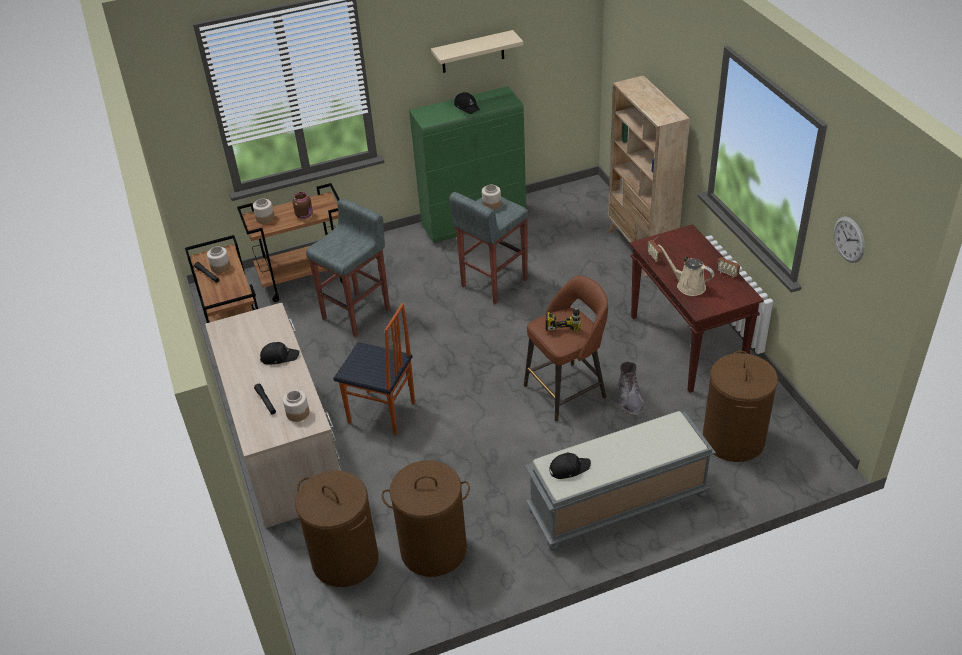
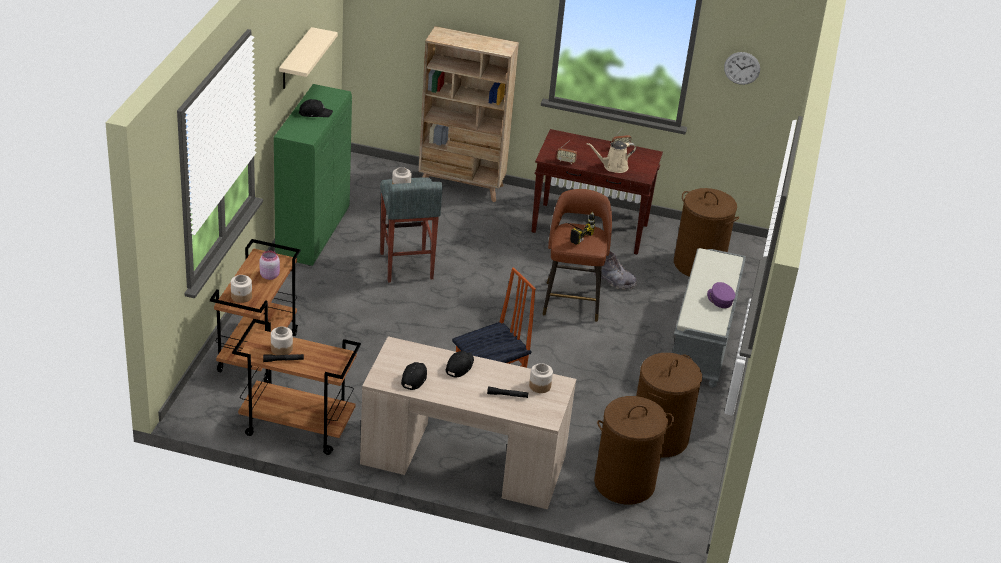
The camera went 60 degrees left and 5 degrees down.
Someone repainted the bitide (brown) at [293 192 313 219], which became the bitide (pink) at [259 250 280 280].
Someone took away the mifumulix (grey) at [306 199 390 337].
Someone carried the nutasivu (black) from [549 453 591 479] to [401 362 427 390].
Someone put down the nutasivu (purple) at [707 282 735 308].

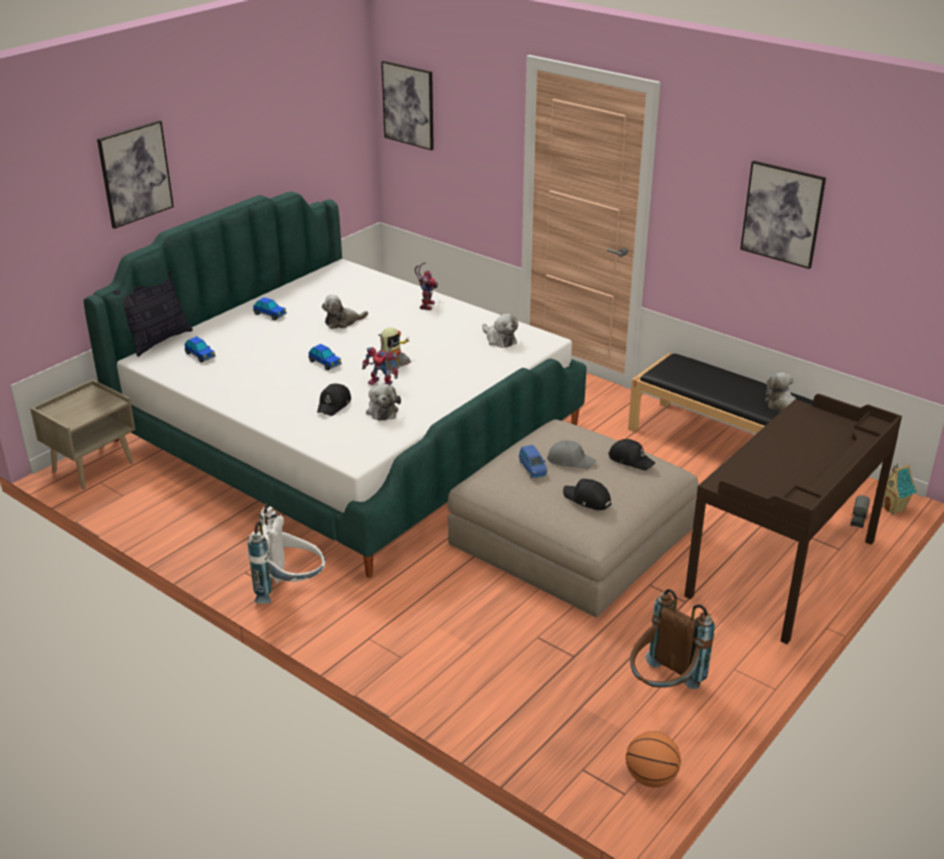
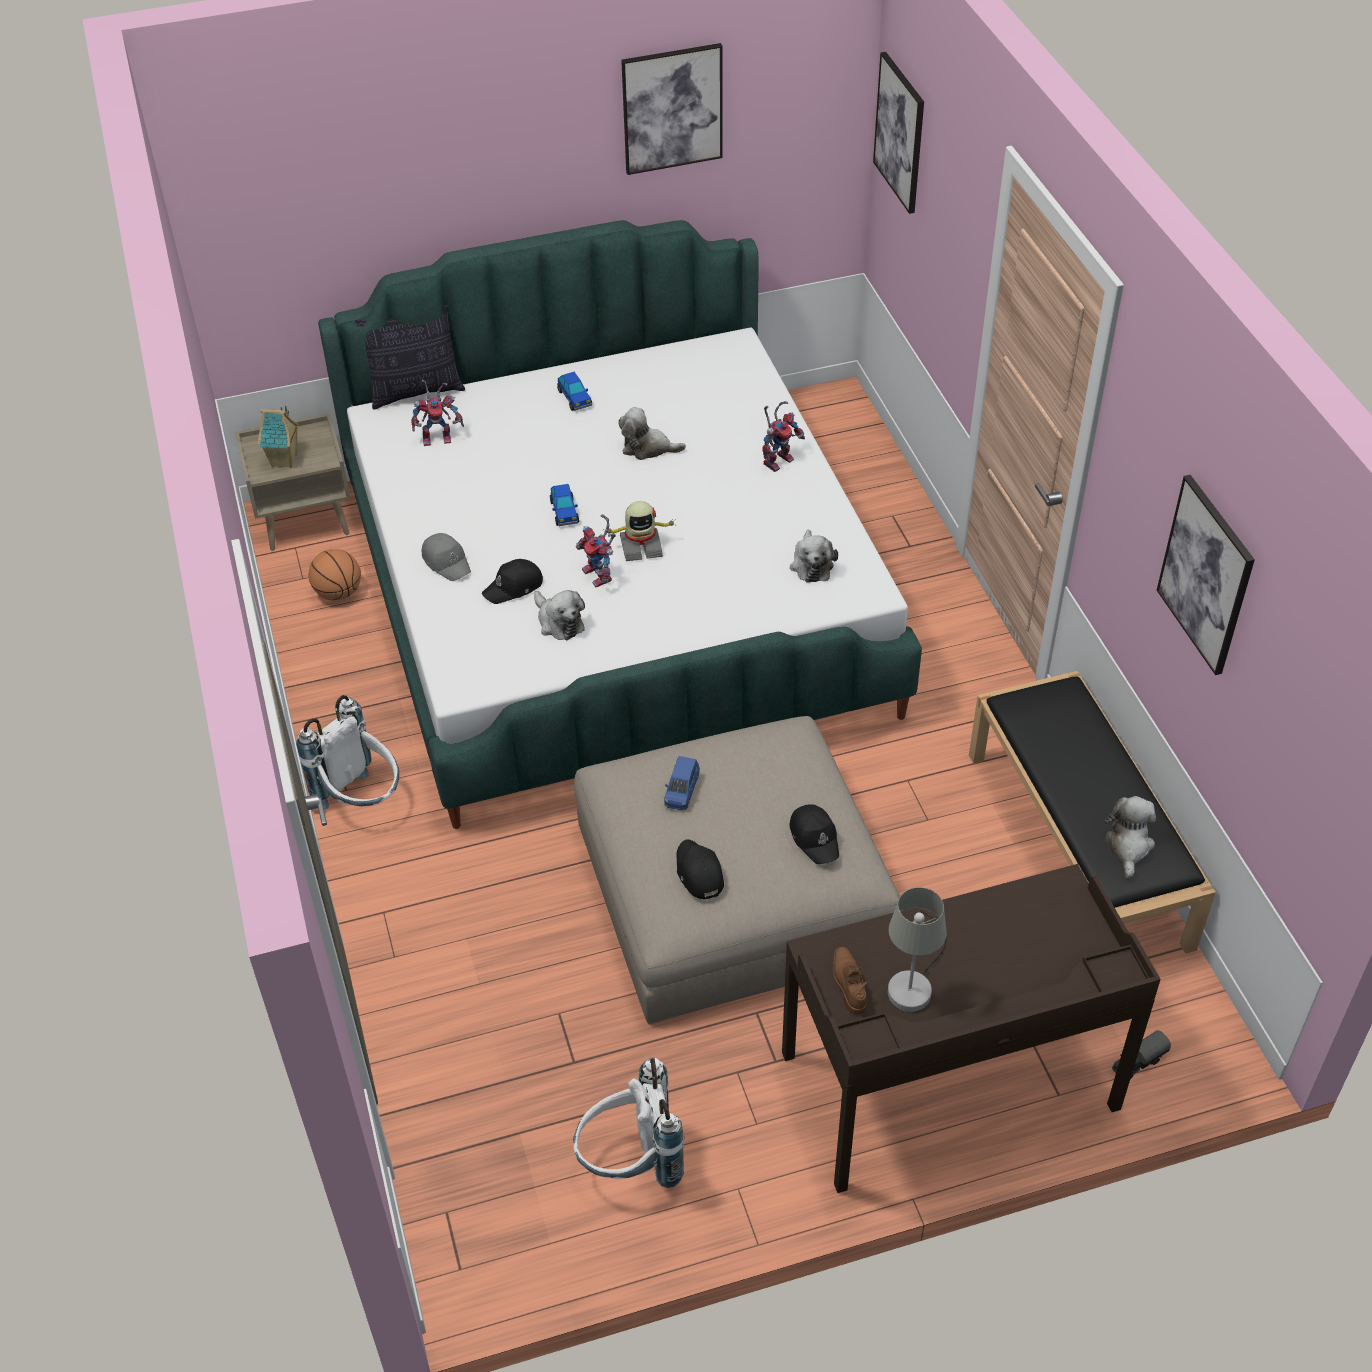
The camera went 35 degrees right and 15 degrees up.
Someone carried the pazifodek from [97 120 174 229] to [621 43 722 175].
Someone swapped the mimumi at [185 336 216 363] for the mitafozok at [411 380 464 446].
Someone rotated the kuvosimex at [366 384 401 421] by 60 degrees counterclockwise.
Someone carried the nutasivu (grey) from [547 440 596 469] to [422 533 471 581].
Someone carried the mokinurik from [626 731 681 787] to [309 549 361 601].
Someone repainted the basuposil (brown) at [630 589 715 689], which became the basuposil (white) at [573 1057 684 1188].
Someone carried the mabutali from [882 463 917 515] to [258 406 299 468].
Someone put down the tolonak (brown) at [833 947 867 1014].
Someone put down the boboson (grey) at [888 887 947 1012].

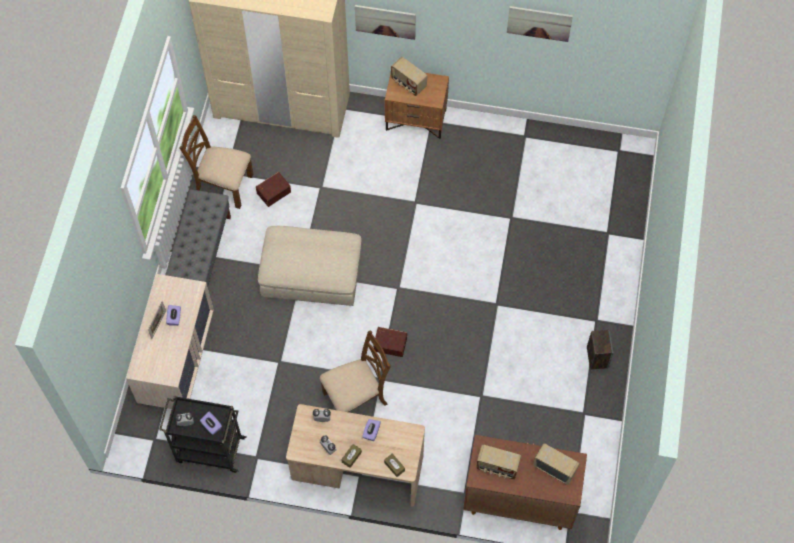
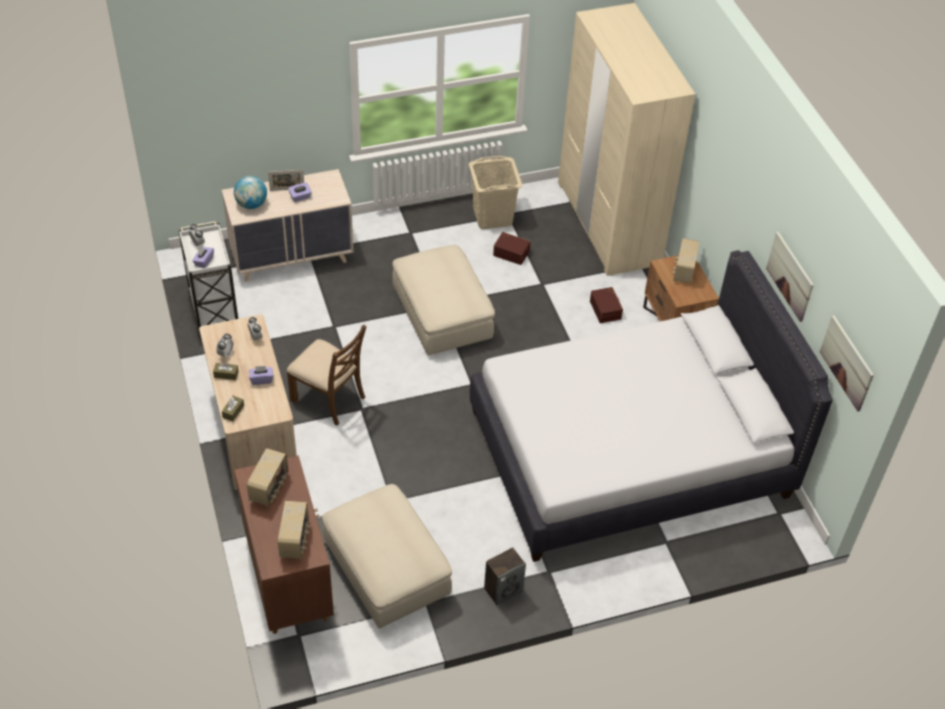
The camera went 60 degrees right and 15 degrees down.
Someone repainted the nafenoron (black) at [159 396 247 473], which became the nafenoron (white) at [178 221 238 339].
Someone took away the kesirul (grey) at [165 189 231 287].
Someone swapped the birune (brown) at [179 115 254 209] for the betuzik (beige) at [469 156 522 229].
Someone carried the pazifodek from [355 5 416 40] to [820 315 874 412].
Someone carried the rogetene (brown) from [373 327 407 357] to [590 287 623 323].
Someone rotated the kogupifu at [476 445 521 479] by 150 degrees counterclockwise.
Someone put down the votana at [234 176 267 209].
Someone put down the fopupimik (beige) at [322 484 452 628].
Someone put down the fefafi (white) at [470 250 833 562].

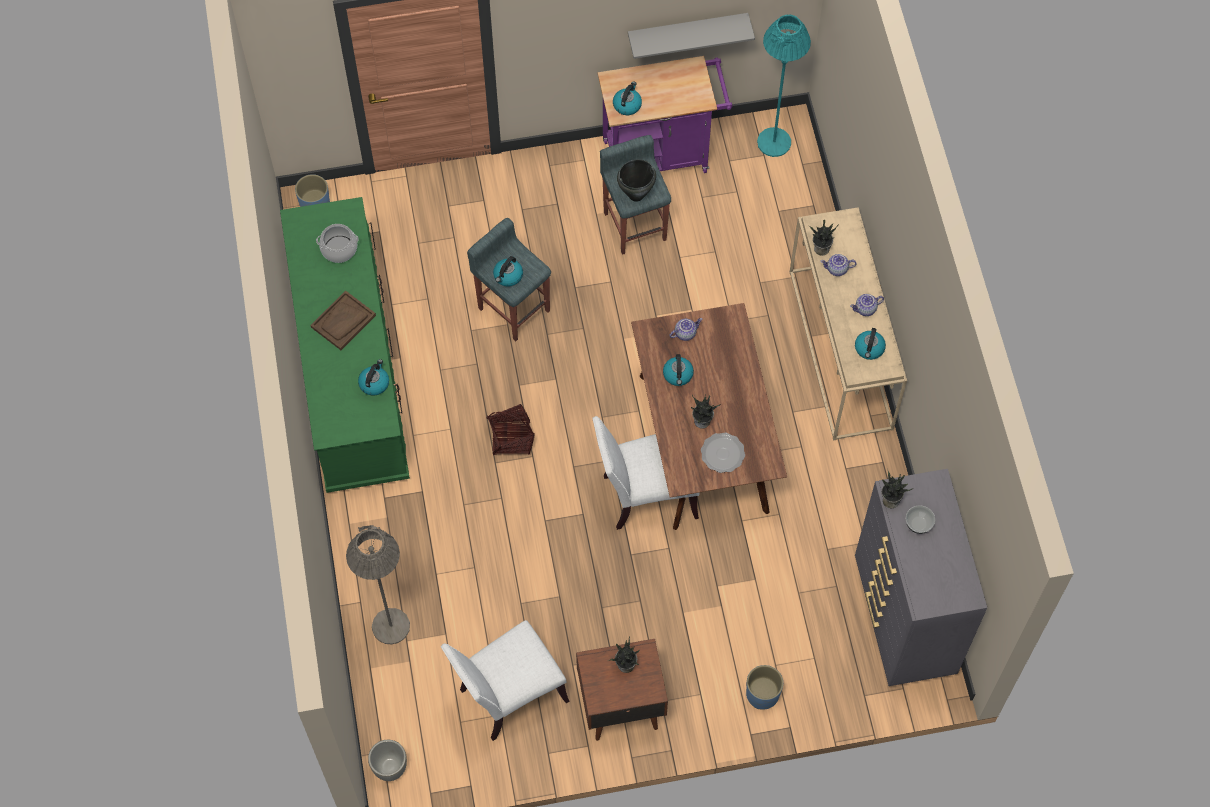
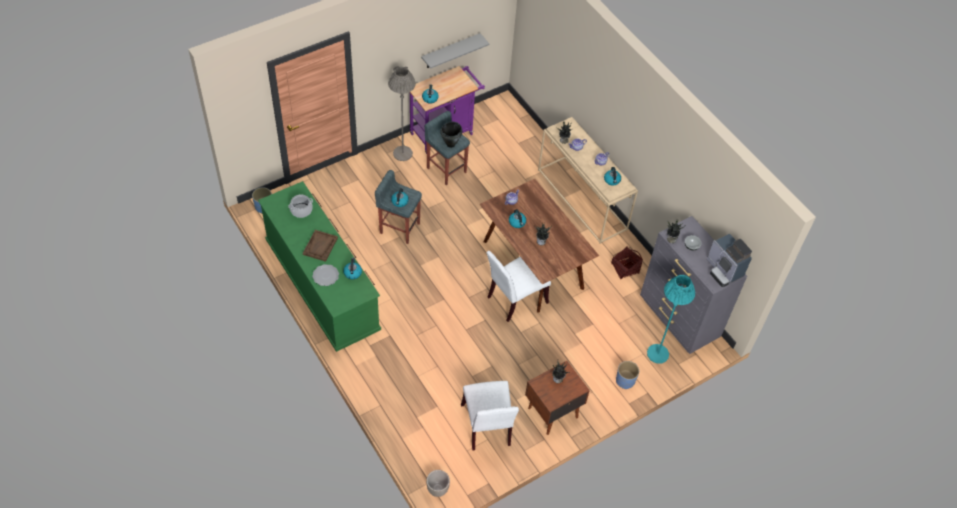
The camera went 25 degrees left and 10 degrees down.
Someone carried the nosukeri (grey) from [346 525 410 644] to [388 66 416 161].
Someone rotated the birune (white) at [441 620 570 741] by 45 degrees counterclockwise.
Someone carried the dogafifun from [486 404 534 455] to [611 247 643 279].
Someone carried the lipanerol from [701 433 745 473] to [312 264 339 286].
Someone carried the nosukeri (turquoise) from [757 15 811 157] to [647 275 695 364].
Someone put down the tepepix at [707 233 752 287].

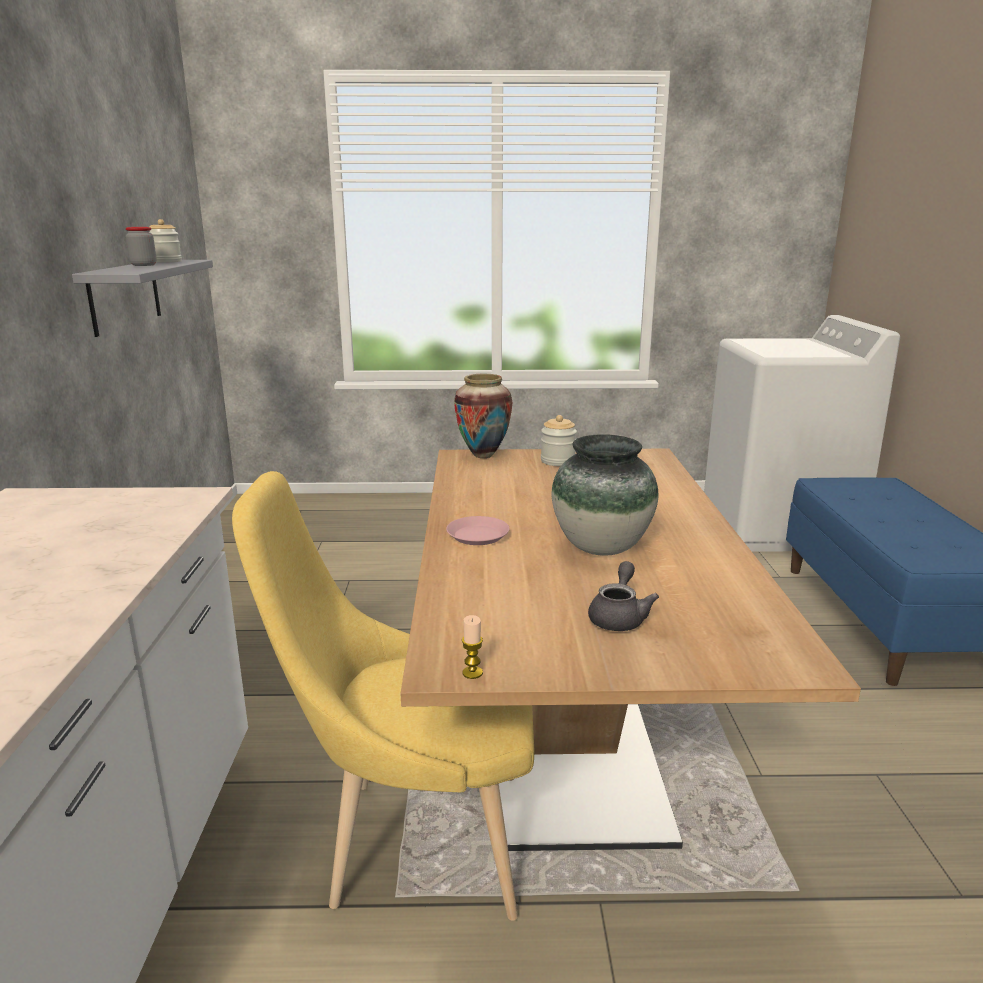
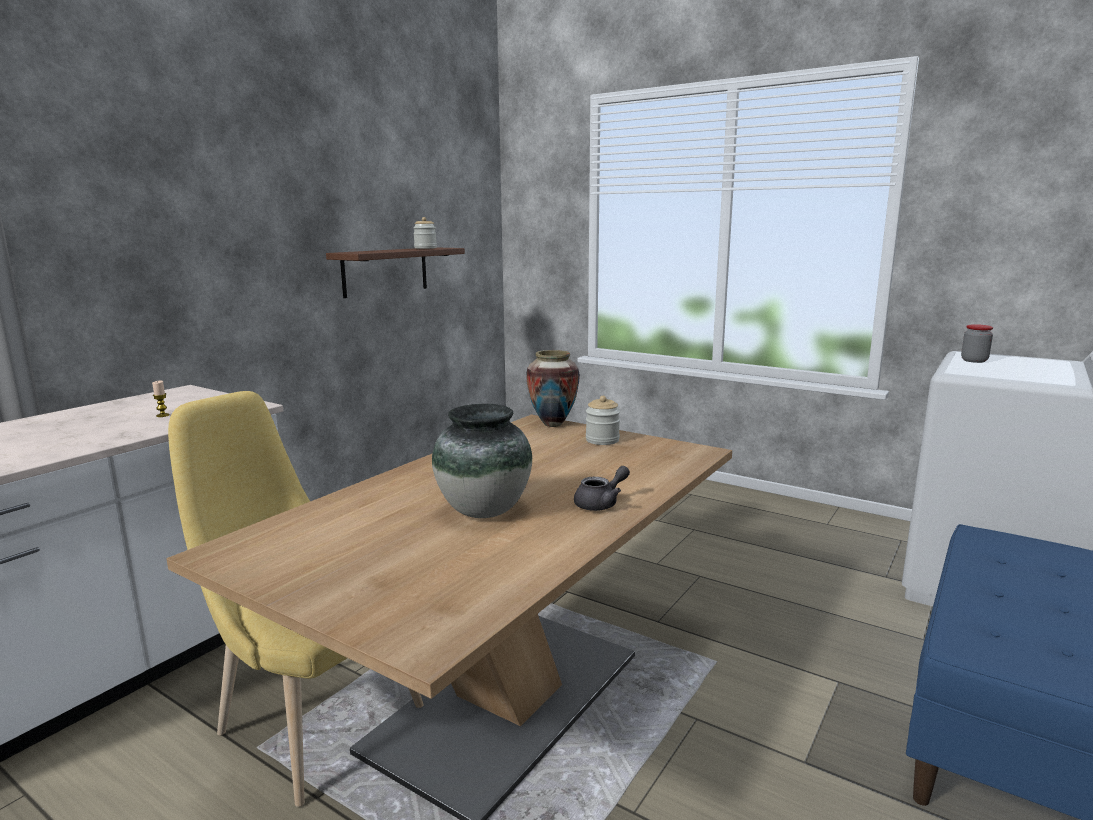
The camera went 35 degrees right and 5 degrees down.
Someone repainted the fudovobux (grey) at [72 260 213 337], which became the fudovobux (brown) at [326 247 465 298].
Someone carried the bitide from [126 227 156 266] to [961 324 993 363].
Someone took away the lipanerol (pink) at [446 516 510 545].
Someone carried the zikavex from [462 615 483 679] to [152 381 170 417].
Someone carried the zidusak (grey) from [588 561 659 631] to [574 466 630 511].

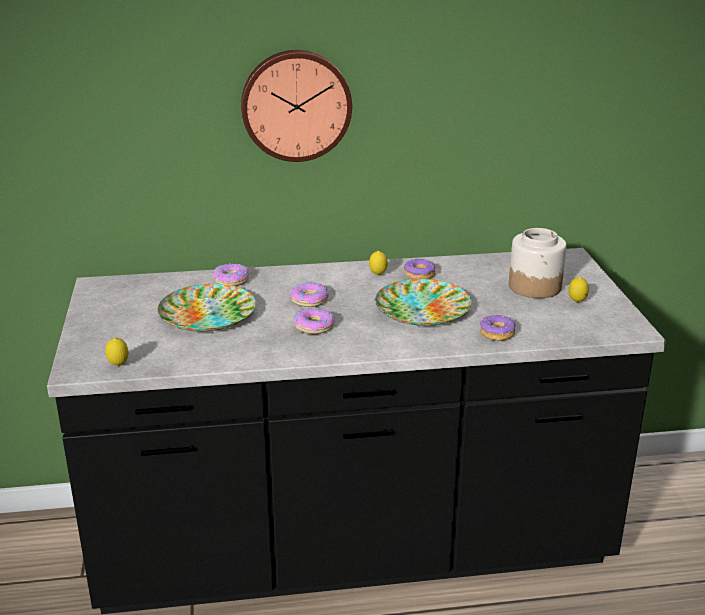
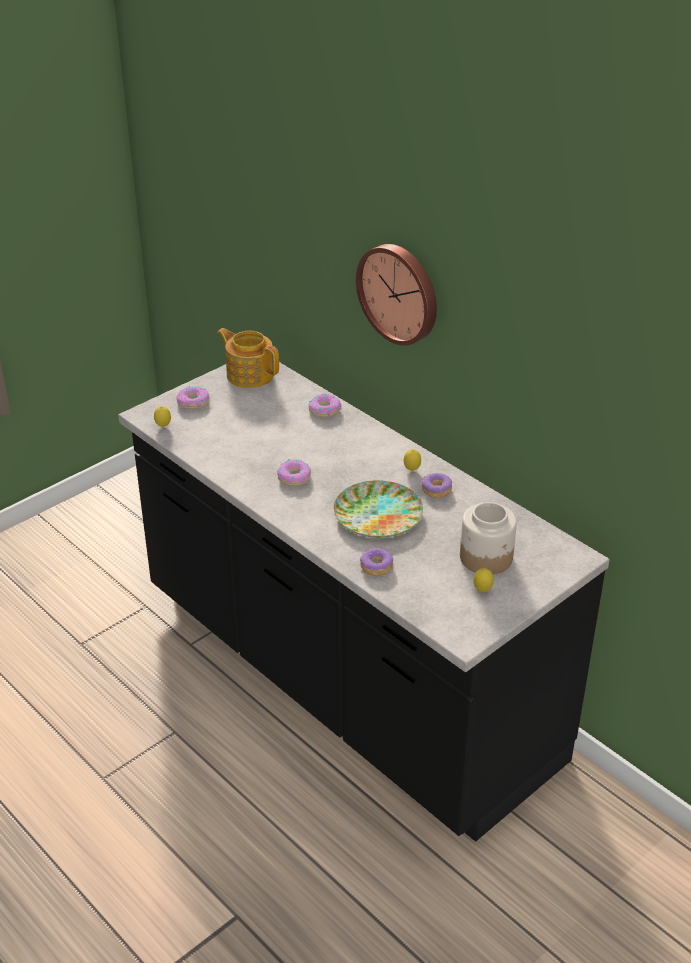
The camera went 55 degrees right and 10 degrees up.
Someone took away the lipanerol at [158 284 256 332].
Someone carried the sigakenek from [290 281 329 307] to [176 386 209 409].
Someone put down the zidusak at [217 328 279 388].

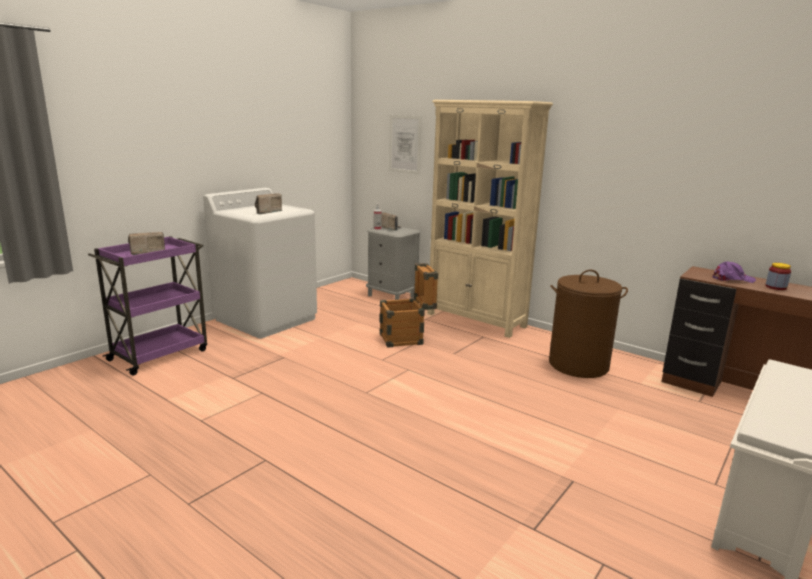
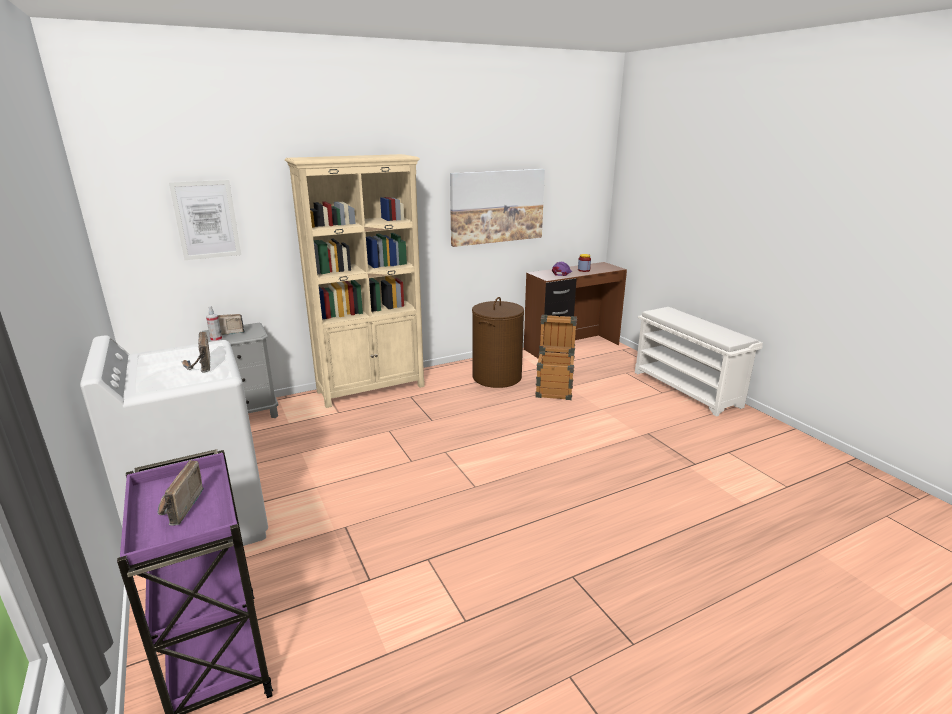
The camera went 65 degrees left and 5 degrees up.
Someone carried the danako from [379 263 438 348] to [535 315 577 400].
Someone put up the pazifodek at [450 169 545 247].

